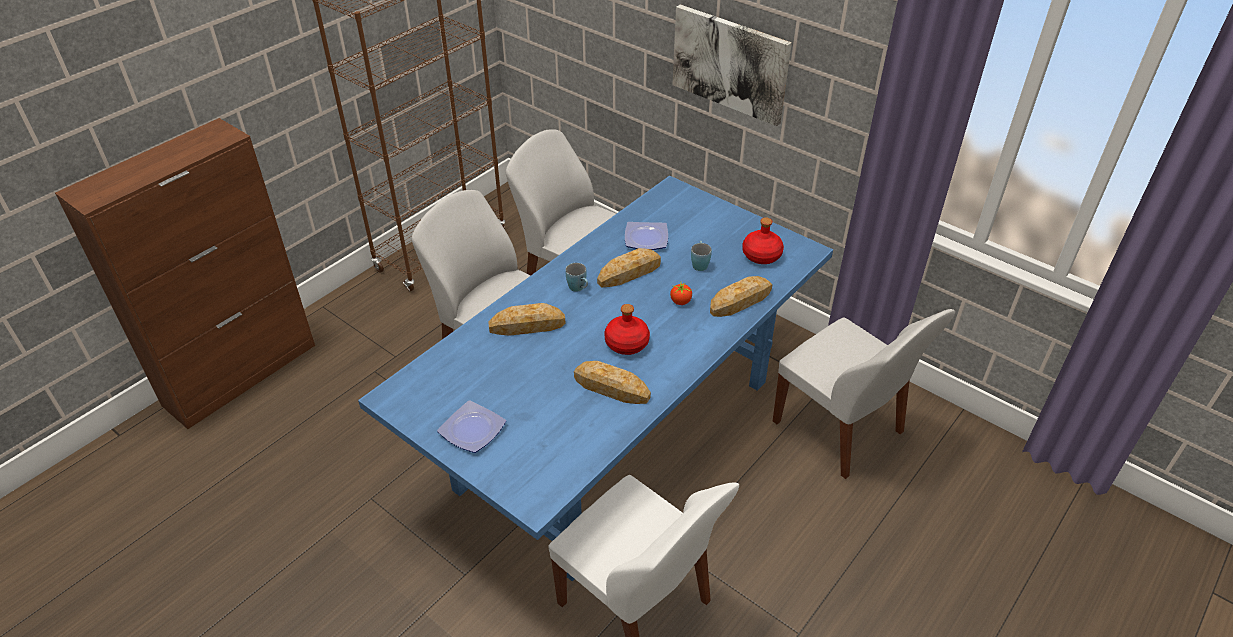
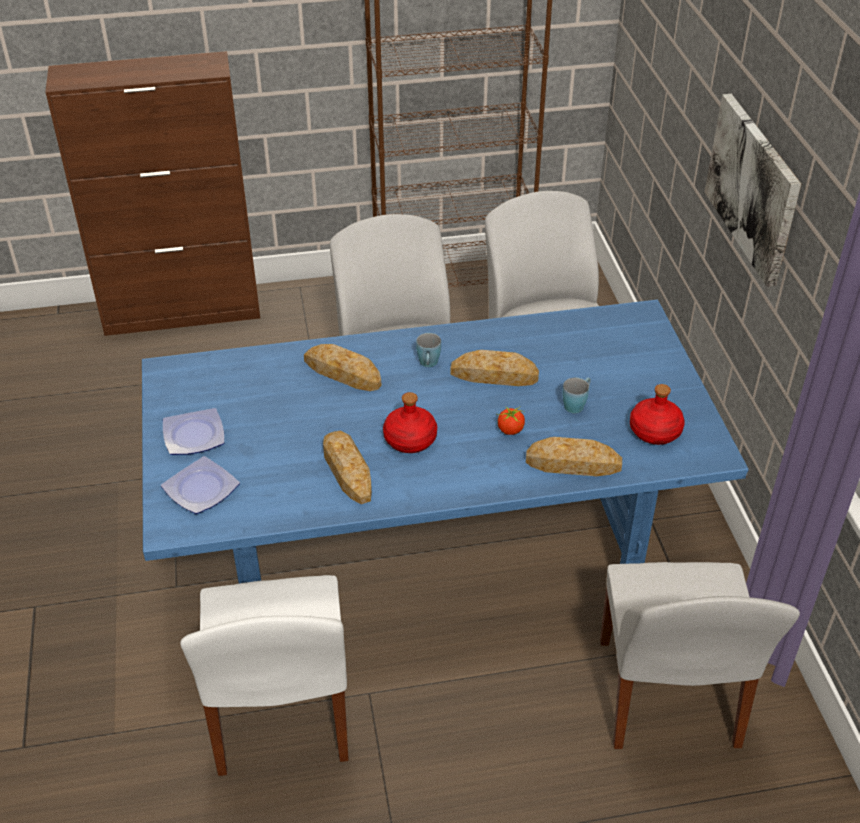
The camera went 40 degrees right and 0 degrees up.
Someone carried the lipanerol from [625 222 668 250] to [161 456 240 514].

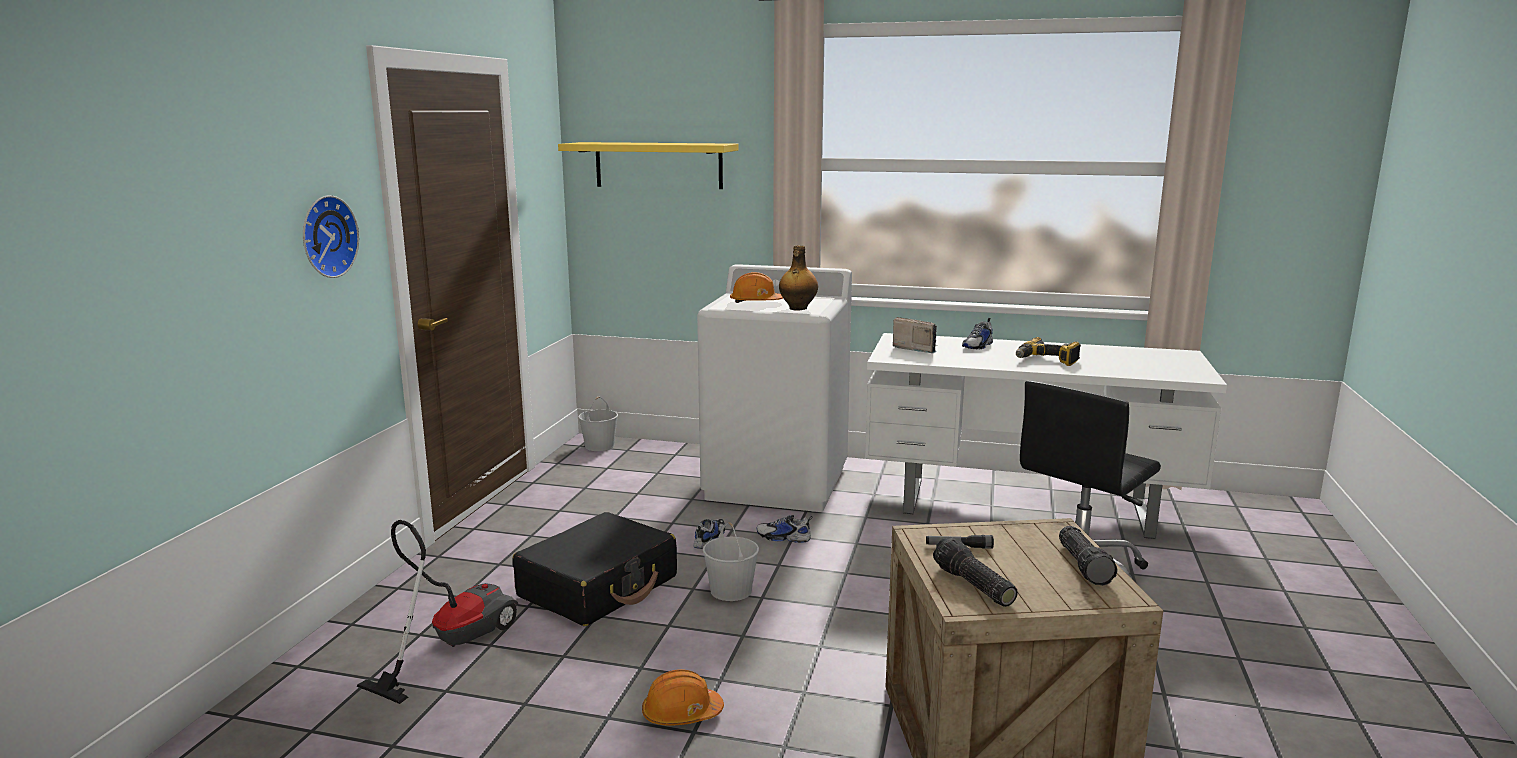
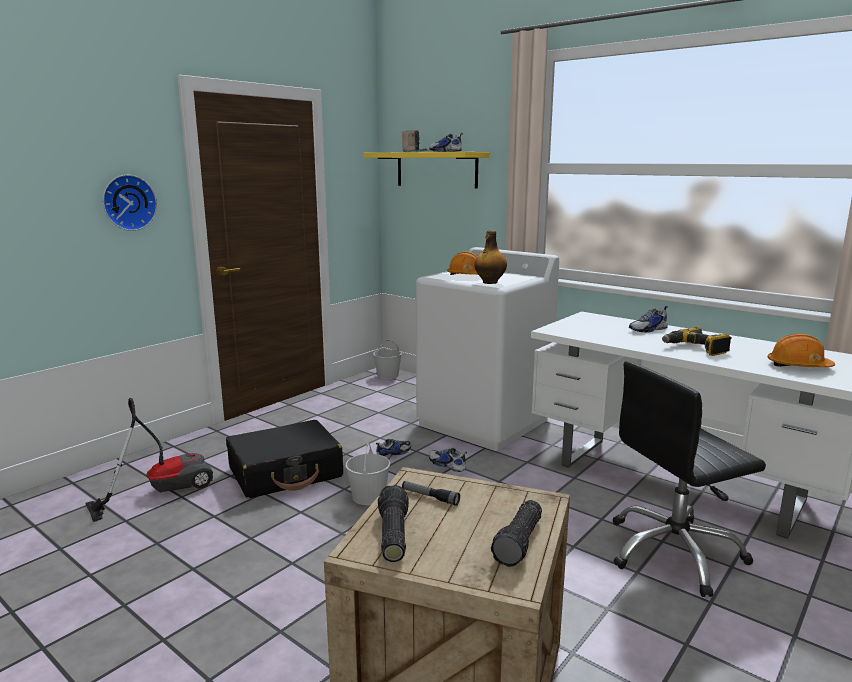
The camera went 25 degrees right and 0 degrees up.
Someone carried the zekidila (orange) from [642 669 724 726] to [768 334 835 367].
Someone carried the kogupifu from [893 317 937 353] to [402 130 429 152].
Someone put down the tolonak at [429 133 463 152].

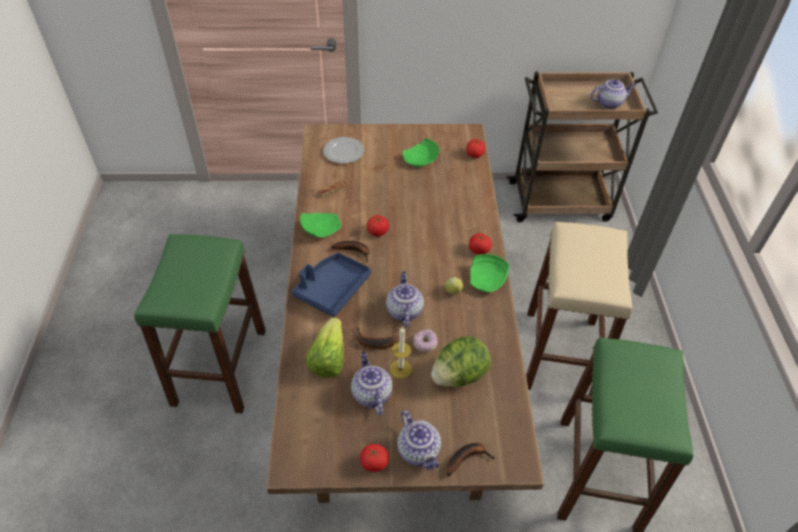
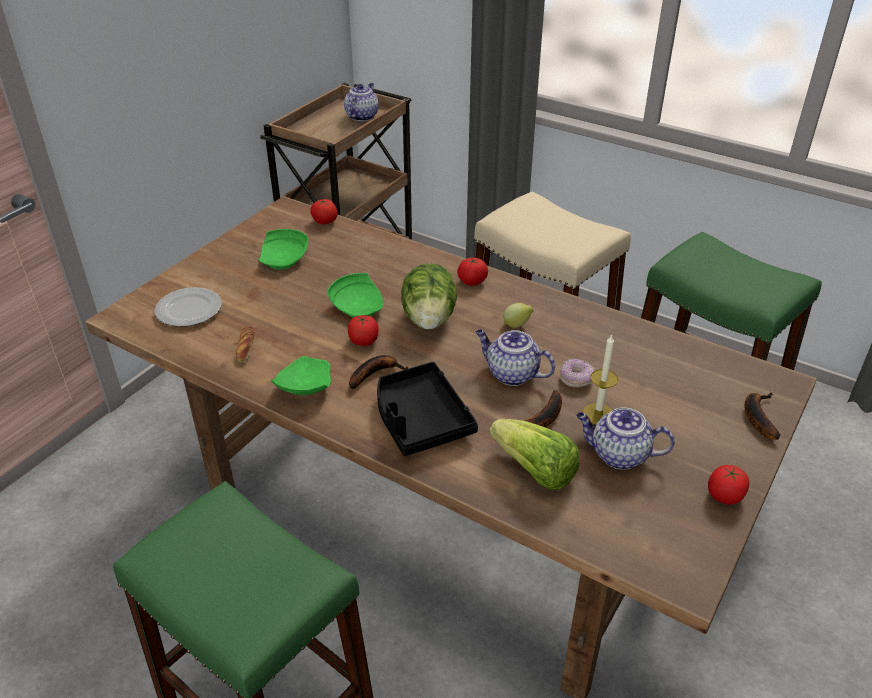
The camera went 55 degrees left and 10 degrees down.
Someone repainted the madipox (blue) at [292 253 371 317], which became the madipox (black) at [377 362 478 456].
Someone took away the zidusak at [397 410 441 470].
Someone carried the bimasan from [431 336 491 387] to [401 263 457 330].
Someone carried the lipanerol (green) from [470 254 509 292] to [327 273 383 318].

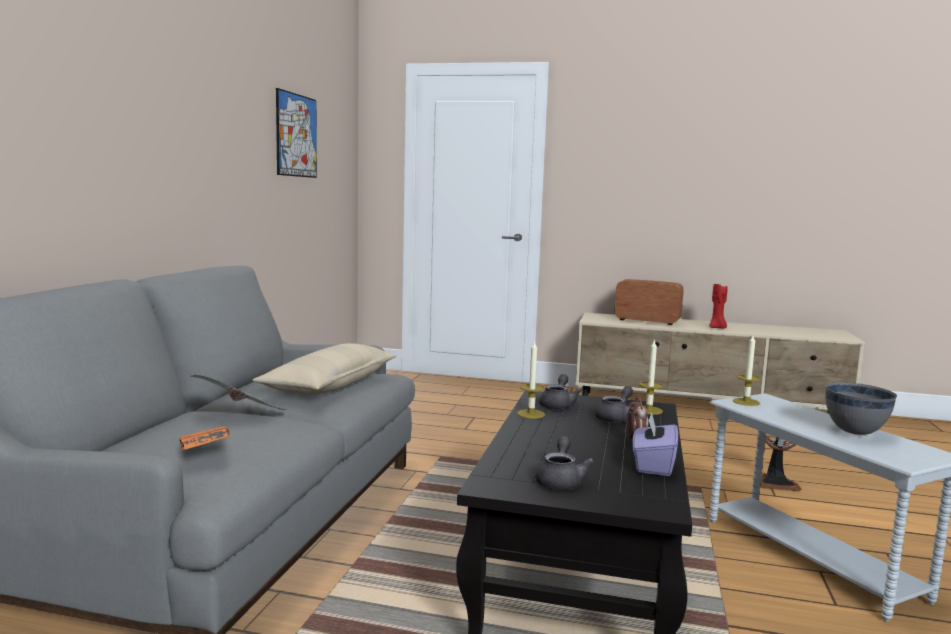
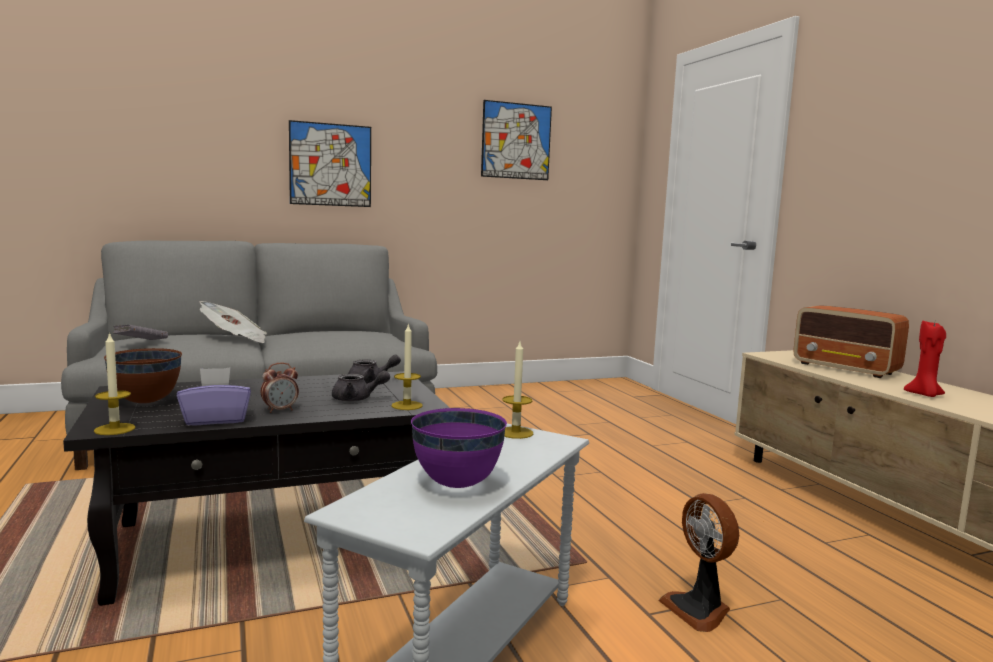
The camera went 55 degrees right and 0 degrees up.
Someone repainted the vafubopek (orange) at [179 426 230 450], which became the vafubopek (grey) at [113 325 168 340].
Someone took away the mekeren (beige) at [252 343 397 395].
Someone carried the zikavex from [517 340 545 418] to [94 332 136 435].
Someone swapped the zidusak (grey) at [536 436 594 490] for the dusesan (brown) at [104 348 182 403].
Someone rotated the kogupifu at [615 279 684 325] by 150 degrees clockwise.
Someone repainted the dusesan (grey) at [825 382 897 435], which became the dusesan (purple) at [411 408 507 488].
Someone put up the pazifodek at [289 120 371 207].

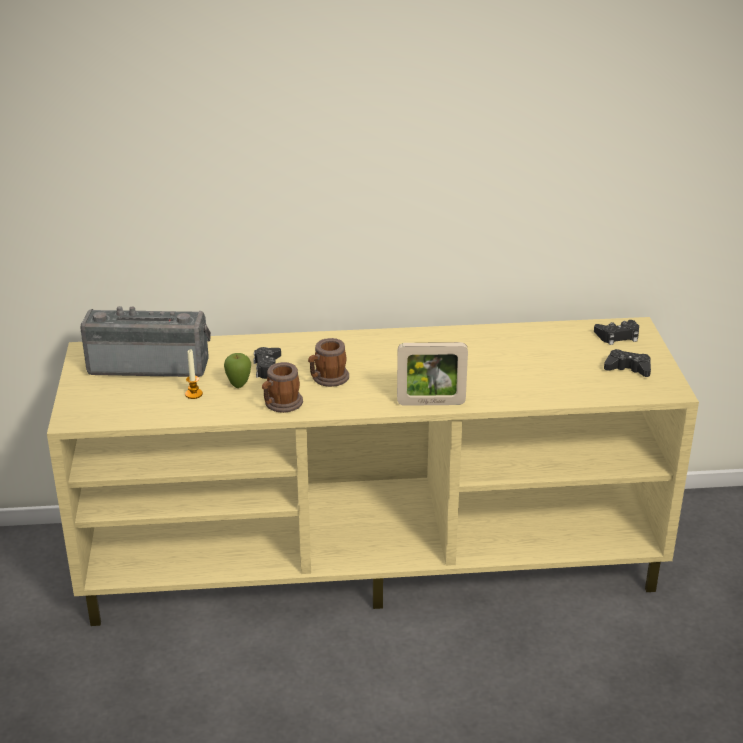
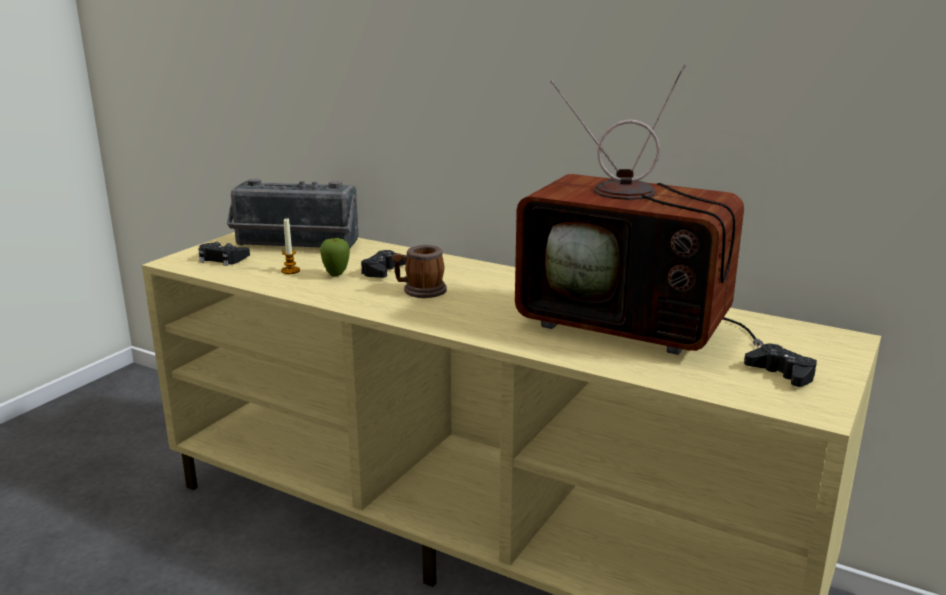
The camera went 35 degrees right and 10 degrees down.
Someone rotated the kogupifu at [80 306 211 377] by 150 degrees clockwise.
Someone took away the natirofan at [262 362 303 413].
Someone took away the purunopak at [397 342 468 406].
Someone carried the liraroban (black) from [594 320 639 345] to [199 241 250 266].
Someone put down the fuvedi at [515 65 763 355].

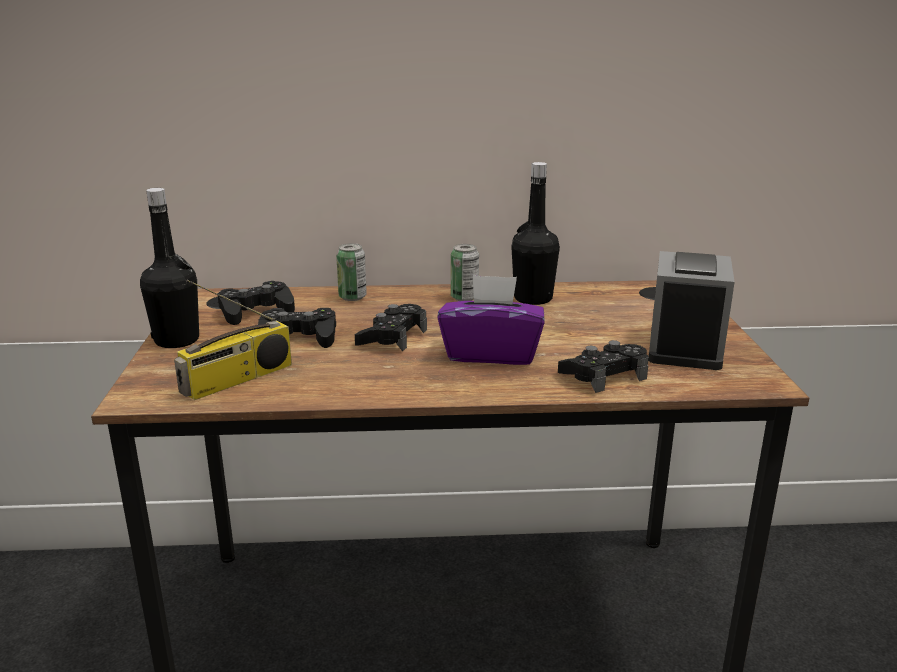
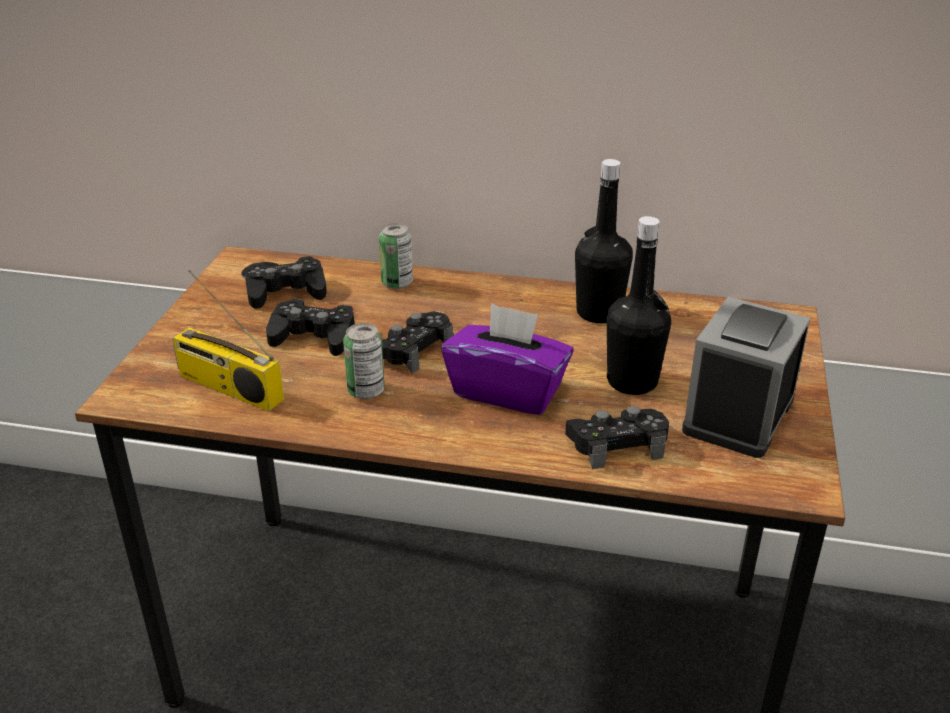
The camera went 15 degrees right and 10 degrees up.
Someone carried the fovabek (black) from [140 188 199 348] to [607 216 671 395].
Someone rotated the kogupifu at [174 279 292 400] by 60 degrees clockwise.
Someone carried the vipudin from [451 244 479 301] to [343 323 385 399].

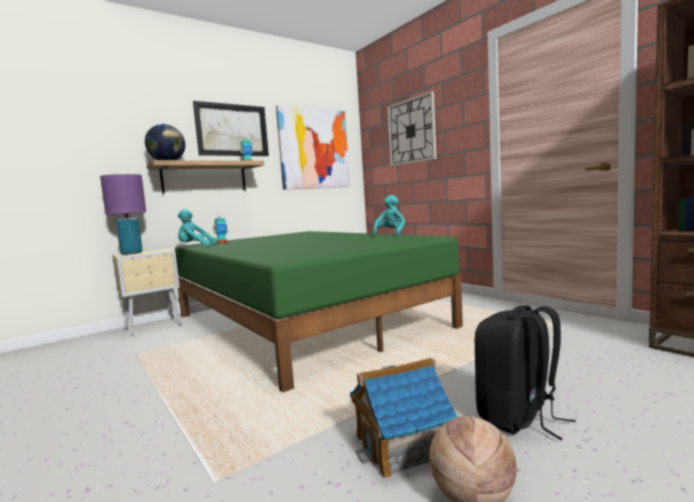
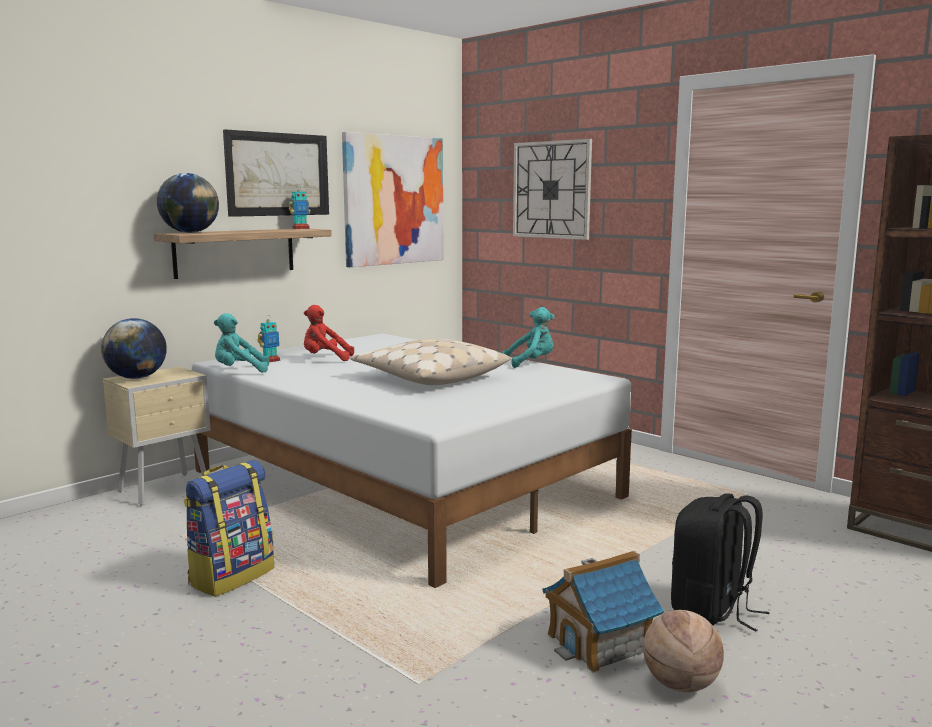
The camera went 10 degrees left and 5 degrees up.
Someone swapped the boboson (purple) at [100 174 146 255] for the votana at [101 318 167 379].
Someone repainted the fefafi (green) at [175 231 463 393], which became the fefafi (white) at [192 333 632 588].
Someone rotated the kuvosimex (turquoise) at [372 195 405 236] by 60 degrees clockwise.
Someone put down the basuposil at [184 460 274 597].
Someone put down the kuvosimex (red) at [304 305 354 361].
Someone put down the mekeren (beige) at [350 339 511 385].

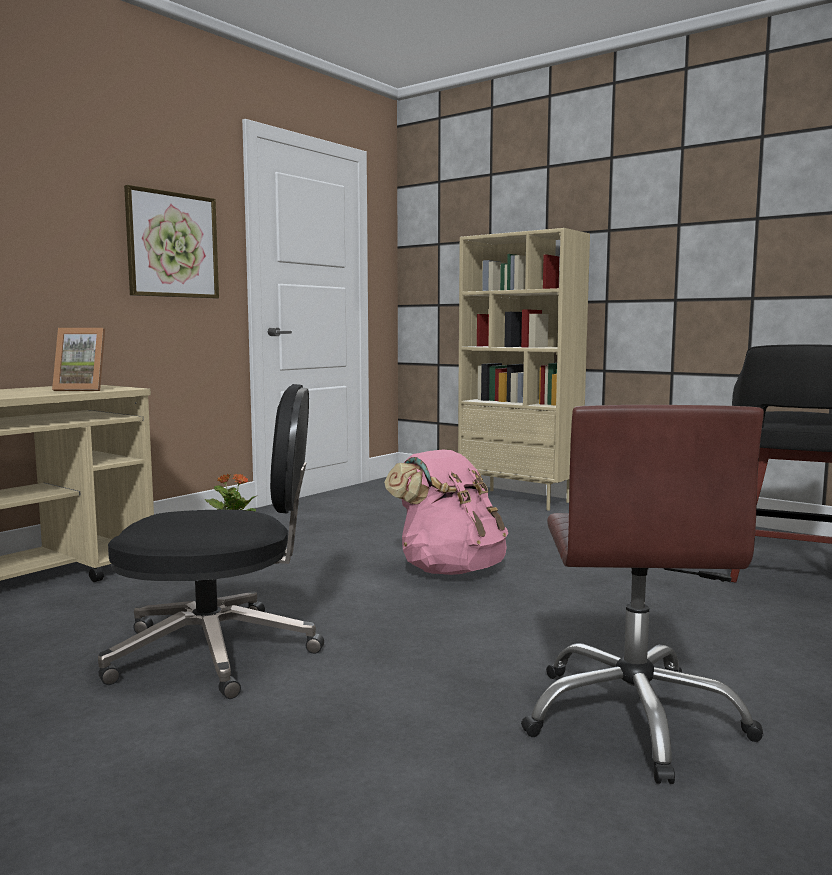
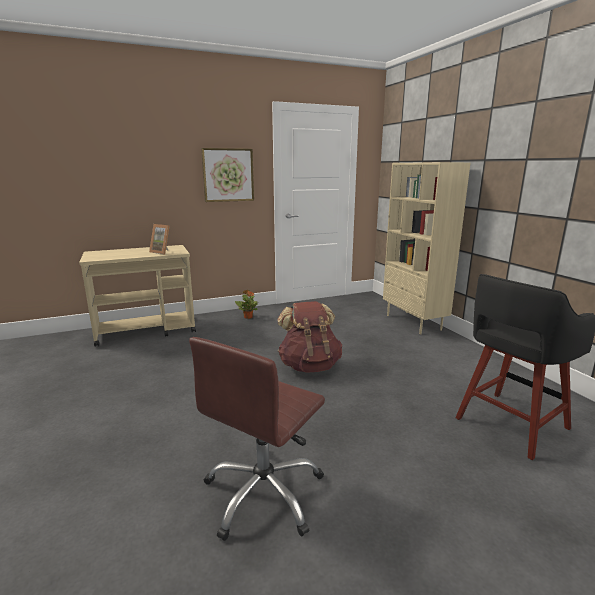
The camera went 30 degrees right and 10 degrees up.
Someone took away the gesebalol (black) at [98 384 324 699].
Someone repainted the basuposil (pink) at [384 450 508 575], which became the basuposil (brown) at [277 301 342 373].

